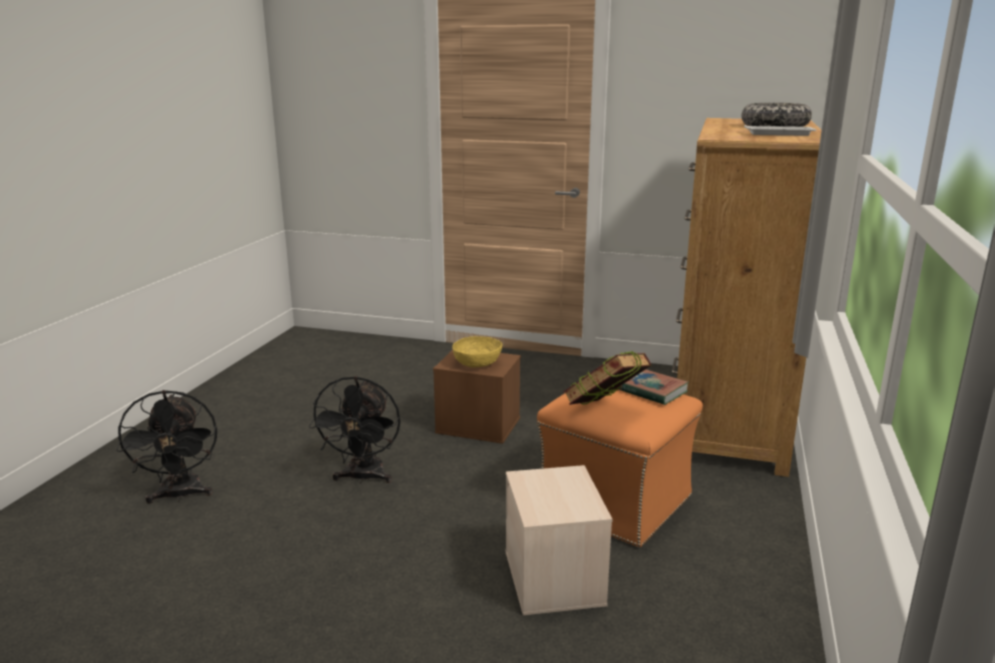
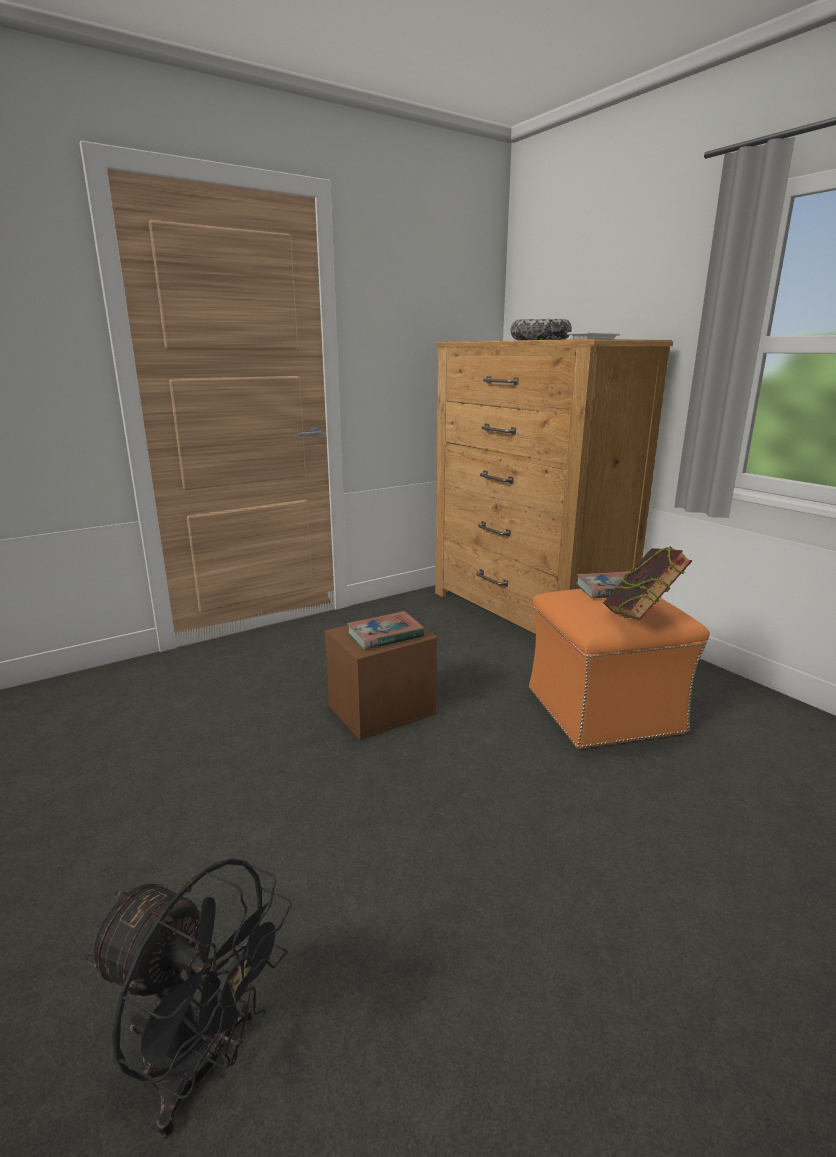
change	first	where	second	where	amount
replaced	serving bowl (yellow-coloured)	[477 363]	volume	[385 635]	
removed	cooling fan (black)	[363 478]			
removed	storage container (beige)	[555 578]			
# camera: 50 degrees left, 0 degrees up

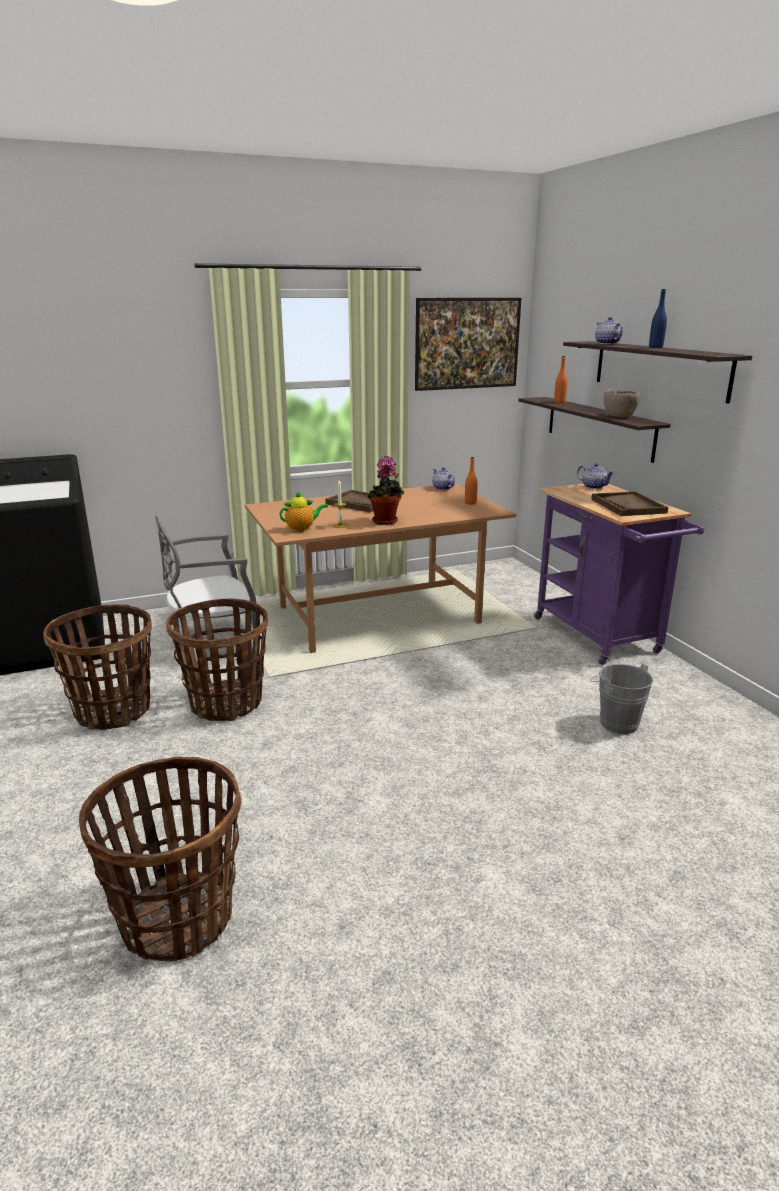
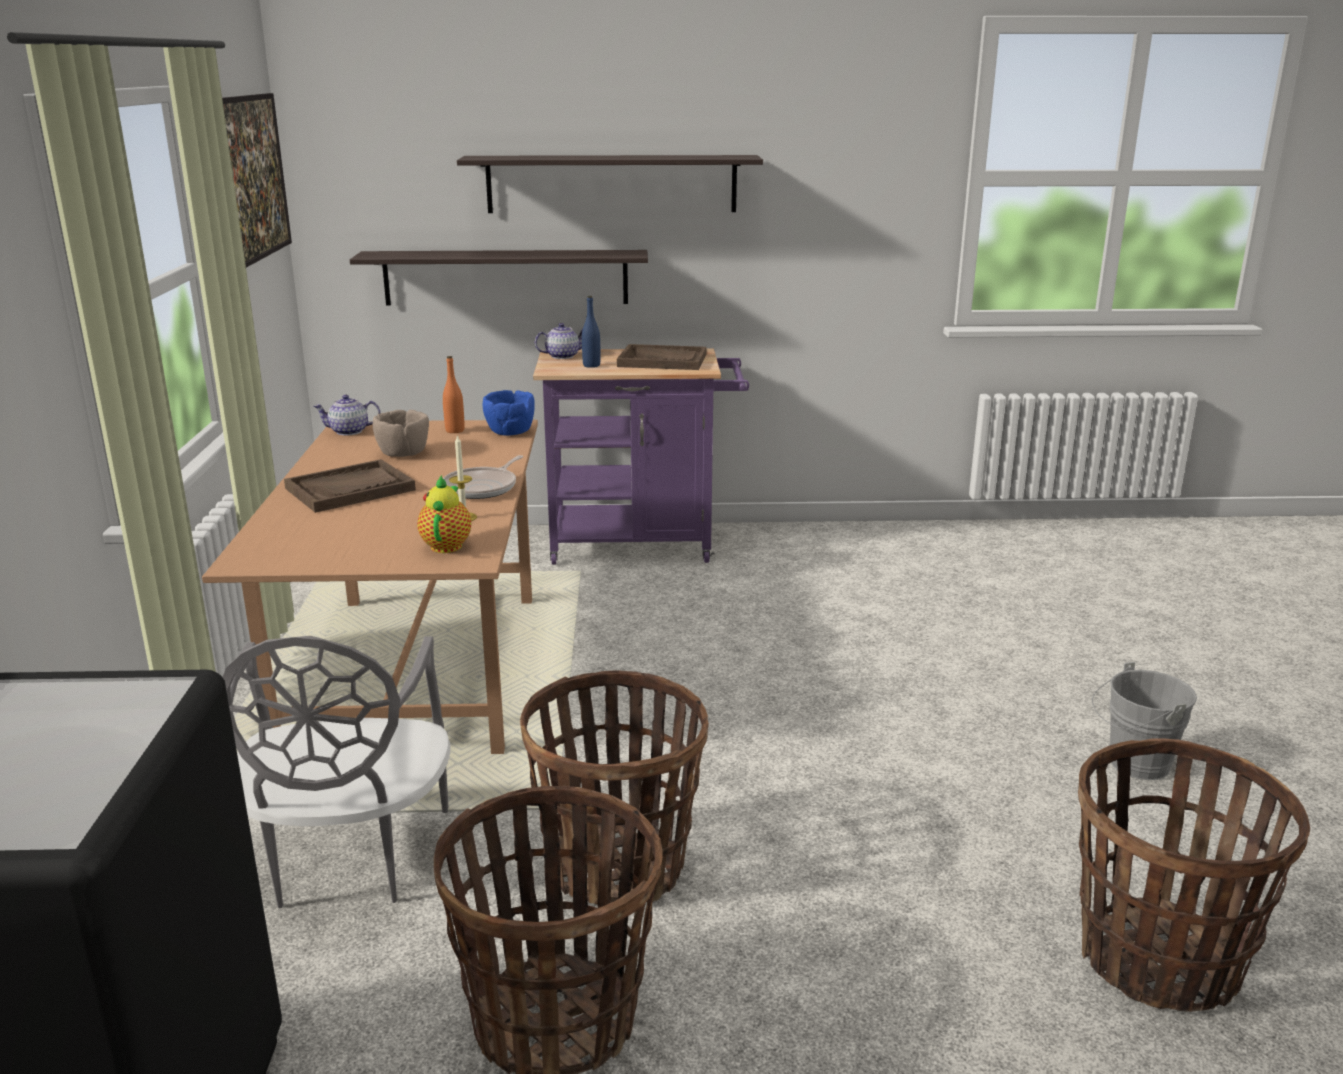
change	first	where	second	where	amount
moved	serving bowl (brown)	[619 416]		[404 453]	
replaced	houseplant	[386 522]	pan	[483 488]	
added			serving bowl (bluish)	[510 431]	
moved	beverage bottle (bluish)	[655 347]		[591 365]	
moved	pail (greyish)	[615 722]		[1133 764]	
removed	beverage bottle (orange)	[559 402]			
removed	pot for tea	[607 343]			
# camera: 70 degrees left, 0 degrees up

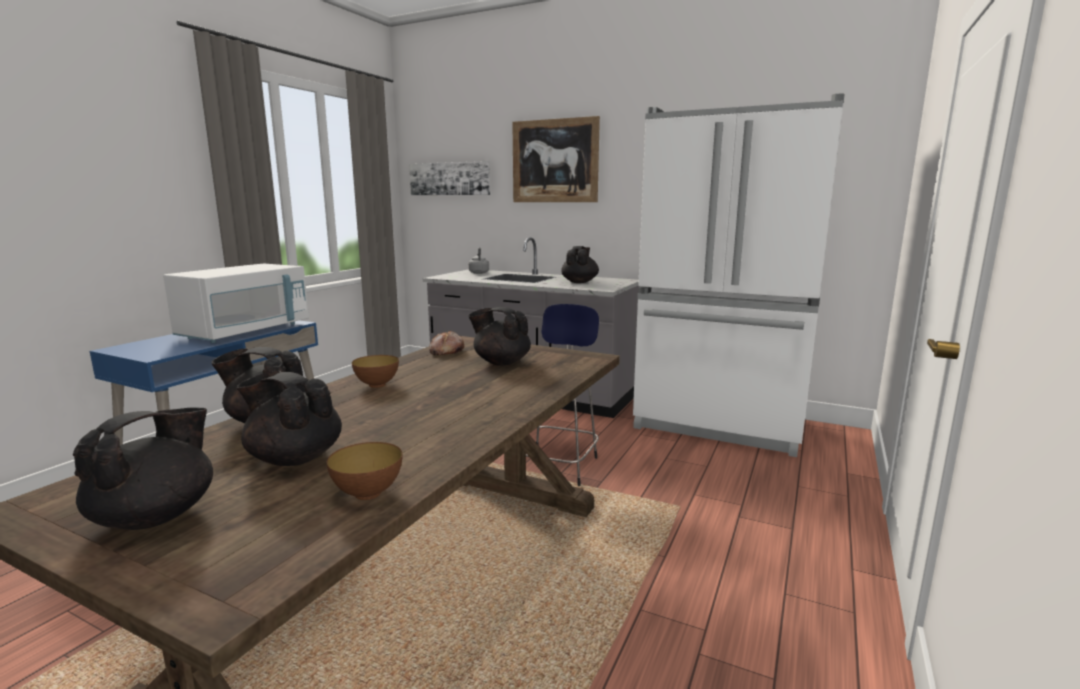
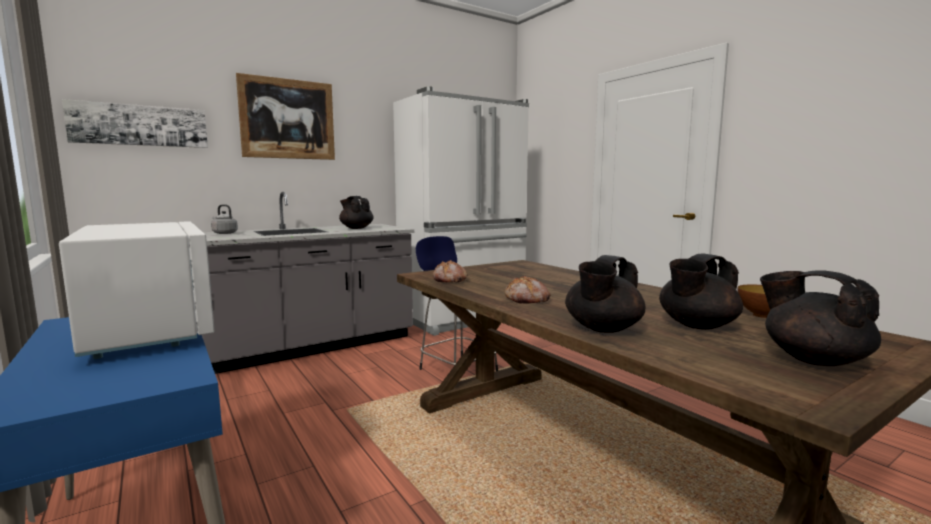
change	first	where	second	where	amount
replaced	serving bowl	[377 385]	bread	[527 300]	
removed	pot for tea (black)	[501 362]			
# camera: 60 degrees left, 5 degrees down

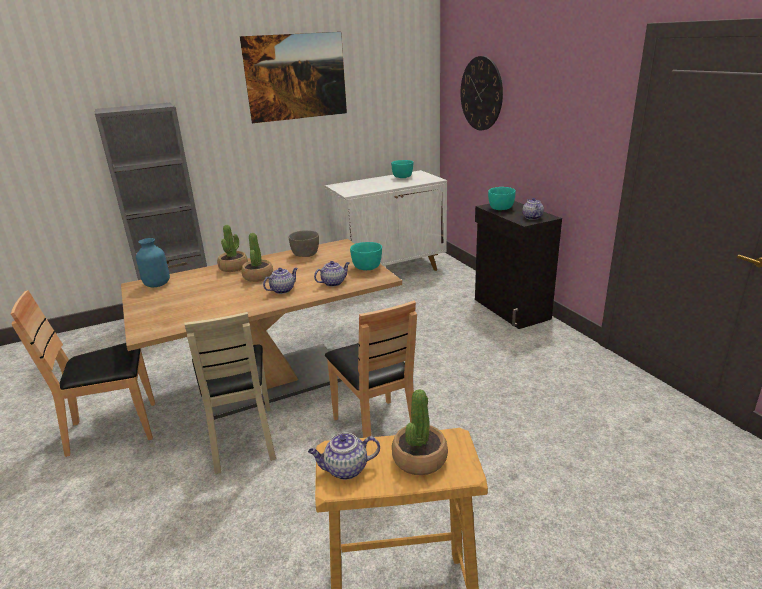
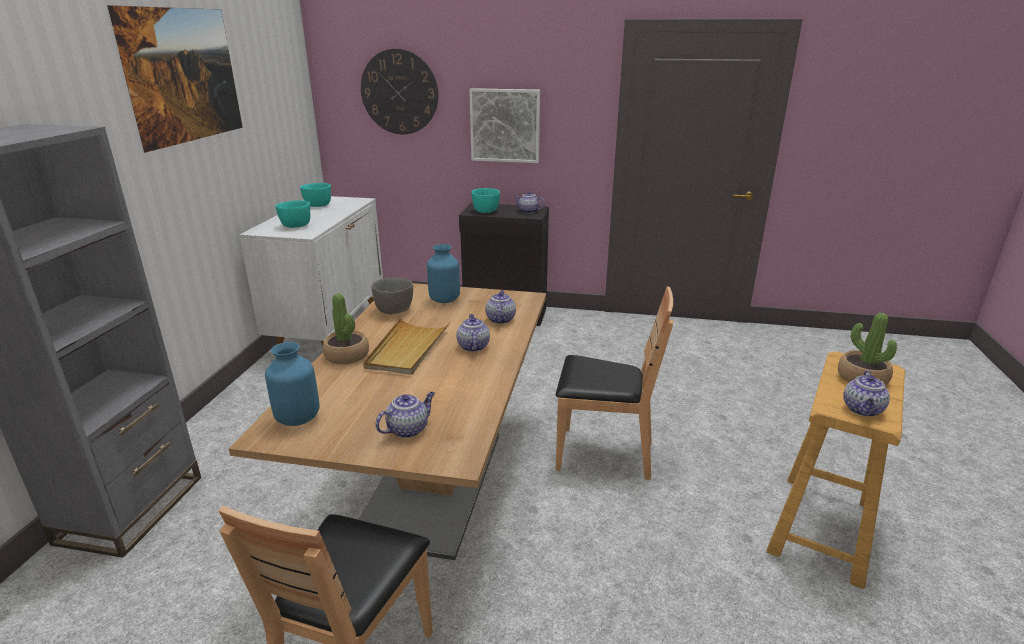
change	first	where	second	where	amount
moved	serving bowl (turquoise-coloured)	[367 267]		[295 226]	
replaced	houseplant	[258 276]	carrying tray (beige)	[407 349]	
added			pot for tea	[408 429]	
added			flower vase (bluish)	[444 299]	
added			wall picture	[505 125]	
removed	chair (beige)	[242 438]			
# camera: 55 degrees left, 0 degrees up

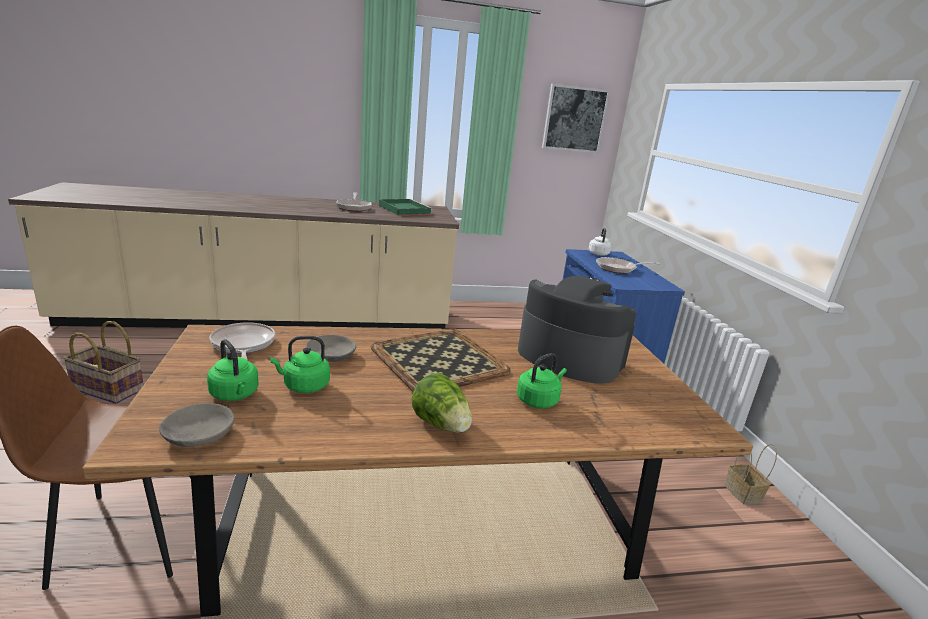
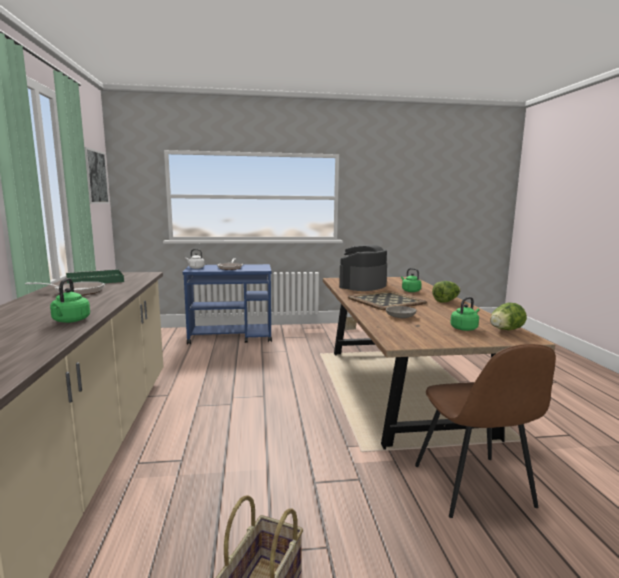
change	first	where	second	where	amount
moved	water kettle (greenish)	[304 386]		[70 321]	
replaced	serving bowl (greyish)	[198 434]	head of lettuce	[505 330]	
removed	pan	[243 345]			
# camera: 85 degrees left, 10 degrees down

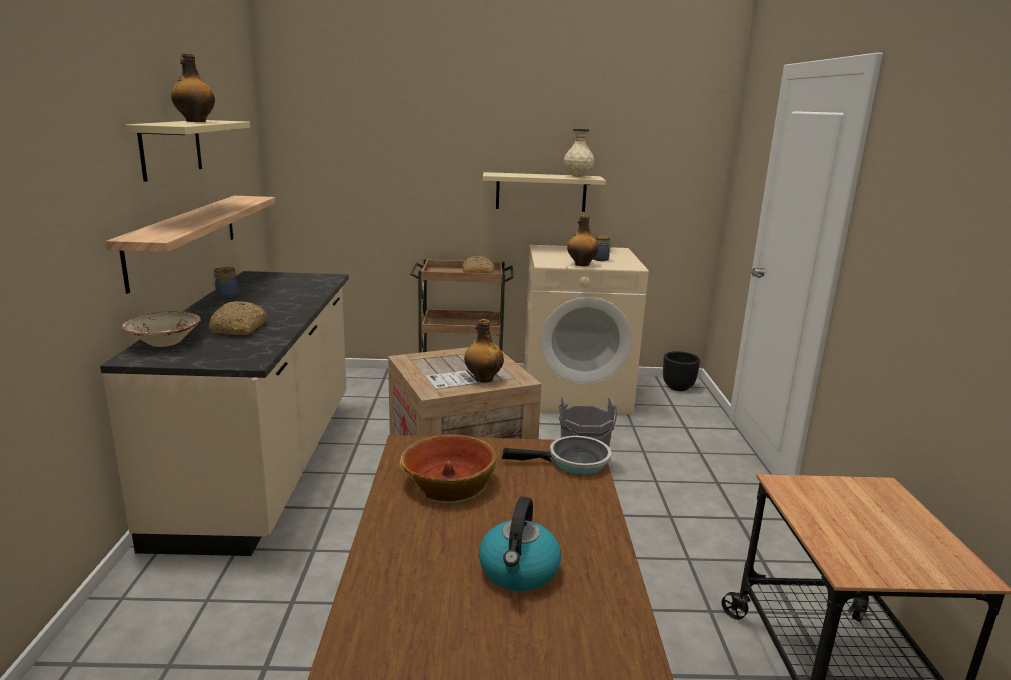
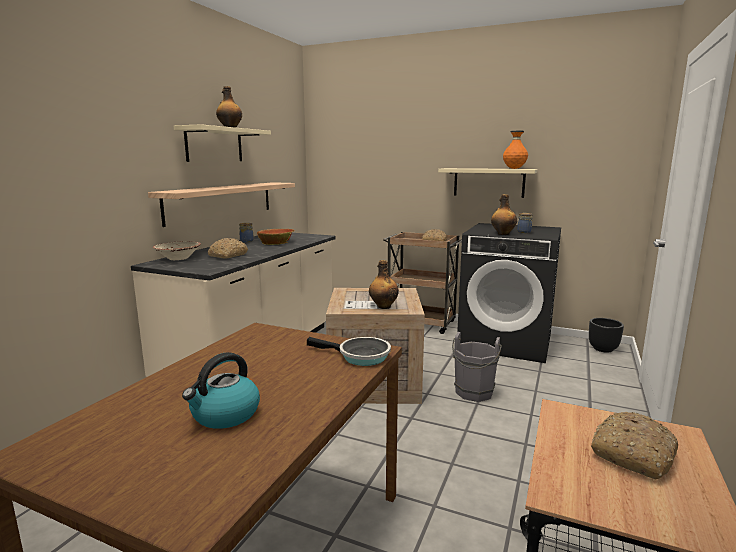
change	first	where	second	where	amount
moved	serving bowl	[448 481]		[276 242]	
recoloured	washing machine (beige)	[575 393]	washing machine (black)	[506 342]	
recoloured	flower vase (beige)	[577 177]	flower vase (orange)	[514 168]	
added			bread	[632 453]	
# camera: 25 degrees right, 5 degrees down

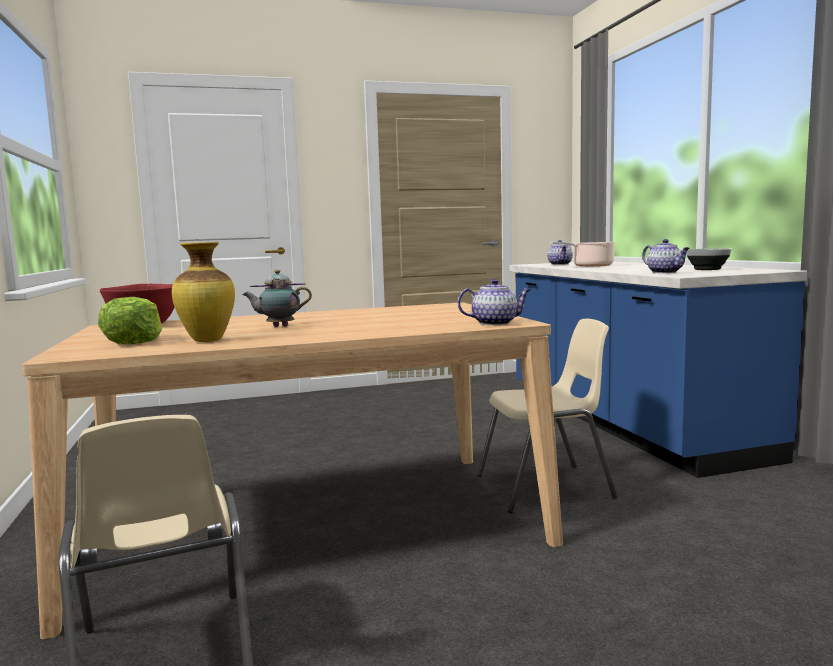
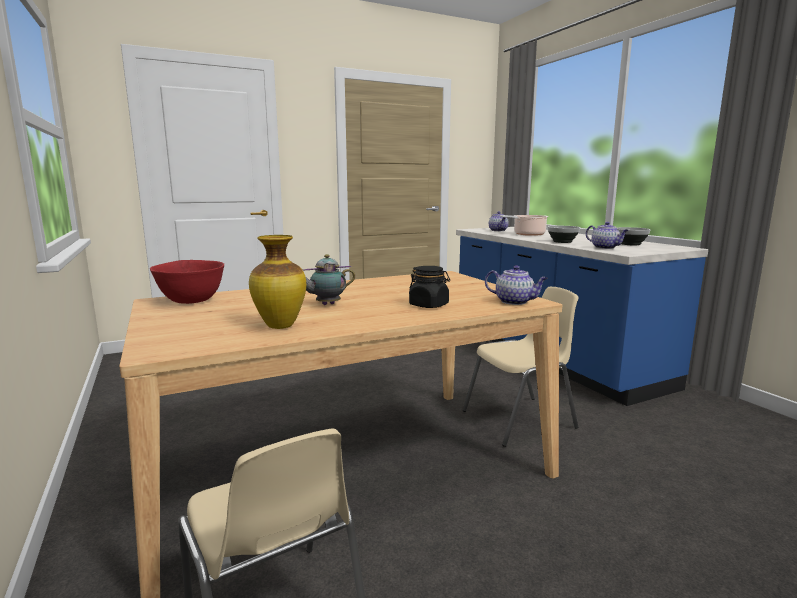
change	first	where	second	where	amount
added			jar (black)	[429 305]	
turned	pot for tea	[495 323]		[515 302]	45 degrees clockwise
added			serving bowl	[563 242]	
removed	head of lettuce	[135 342]			
# camera: 10 degrees left, 5 degrees up

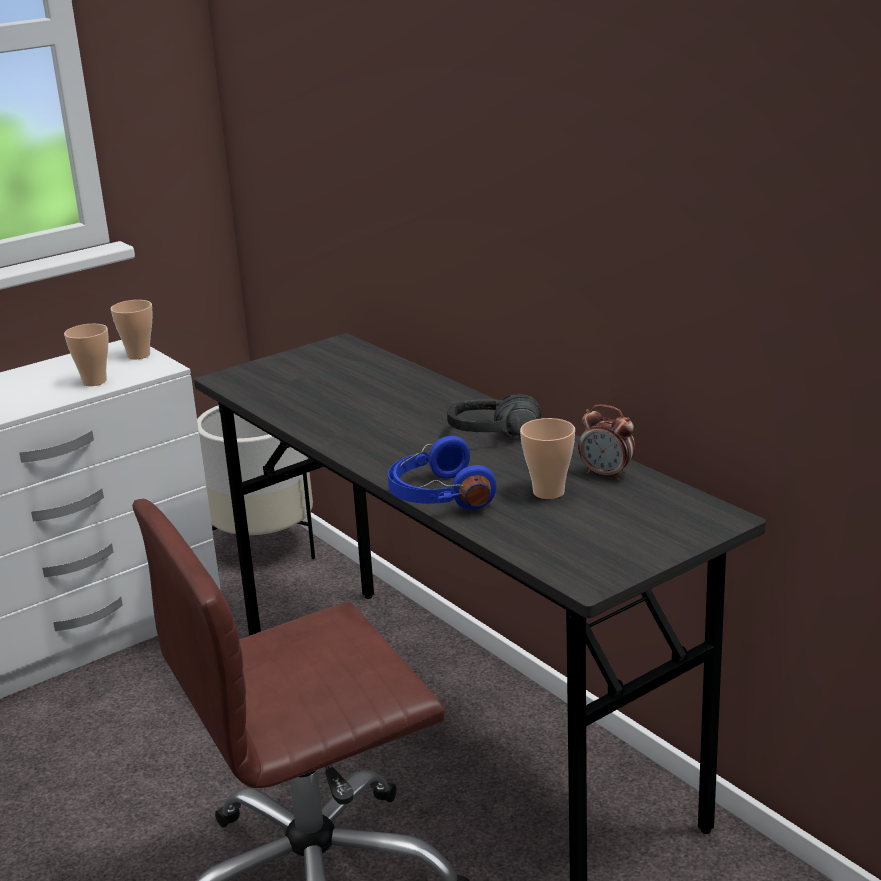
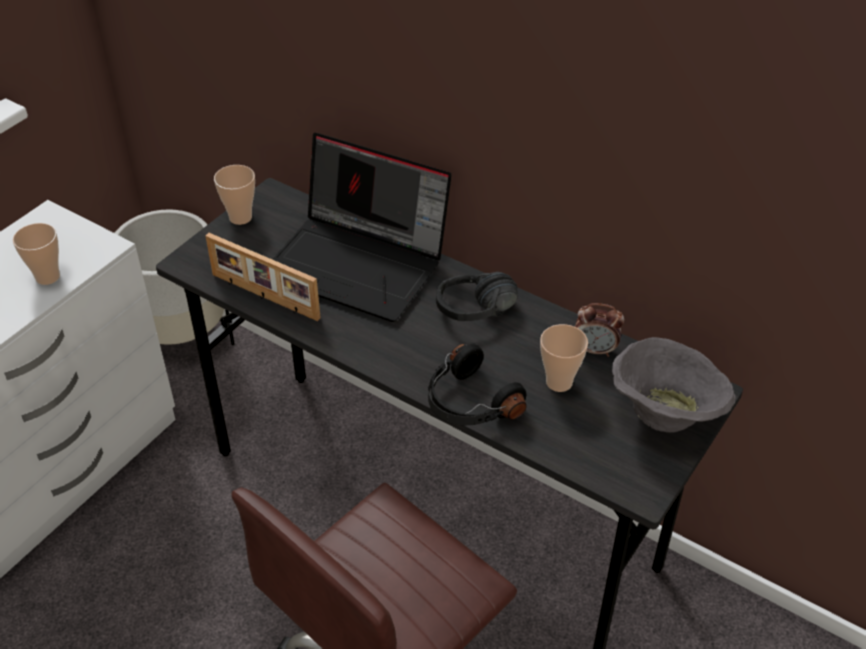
change	first	where	second	where	amount
added			photo frame	[264 297]	
moved	cup	[138 355]		[240 217]	
added			laptop	[360 263]	
recoloured	headphones (bluish)	[438 496]	headphones (black)	[469 403]	
added			serving bowl (greyish)	[665 412]	
# camera: 20 degrees left, 20 degrees up

